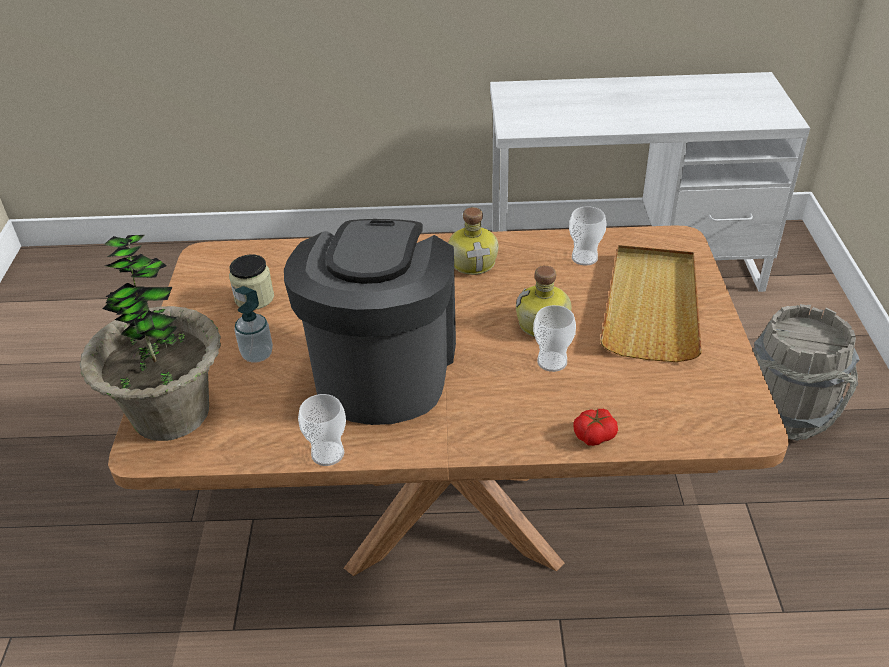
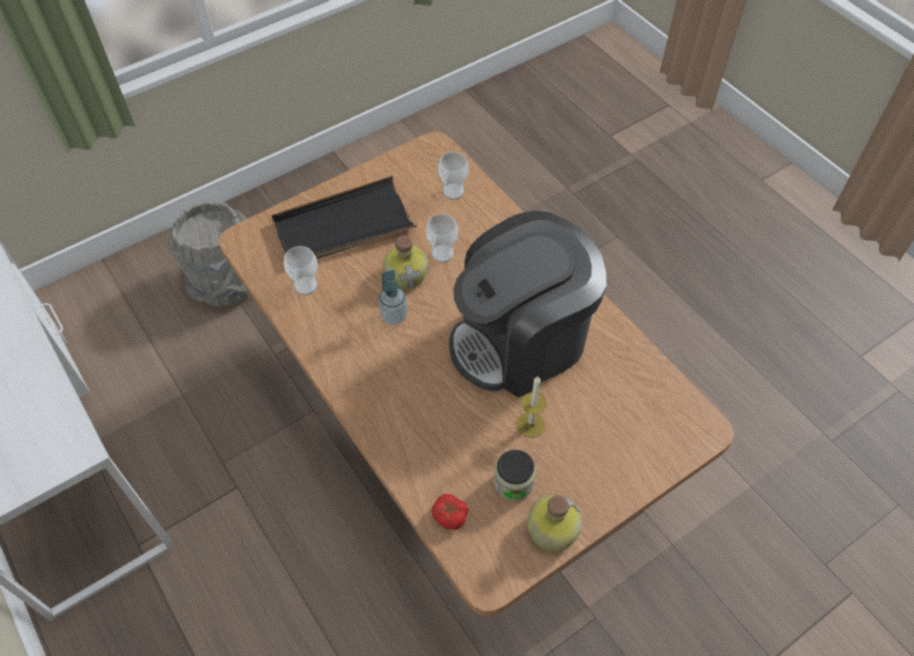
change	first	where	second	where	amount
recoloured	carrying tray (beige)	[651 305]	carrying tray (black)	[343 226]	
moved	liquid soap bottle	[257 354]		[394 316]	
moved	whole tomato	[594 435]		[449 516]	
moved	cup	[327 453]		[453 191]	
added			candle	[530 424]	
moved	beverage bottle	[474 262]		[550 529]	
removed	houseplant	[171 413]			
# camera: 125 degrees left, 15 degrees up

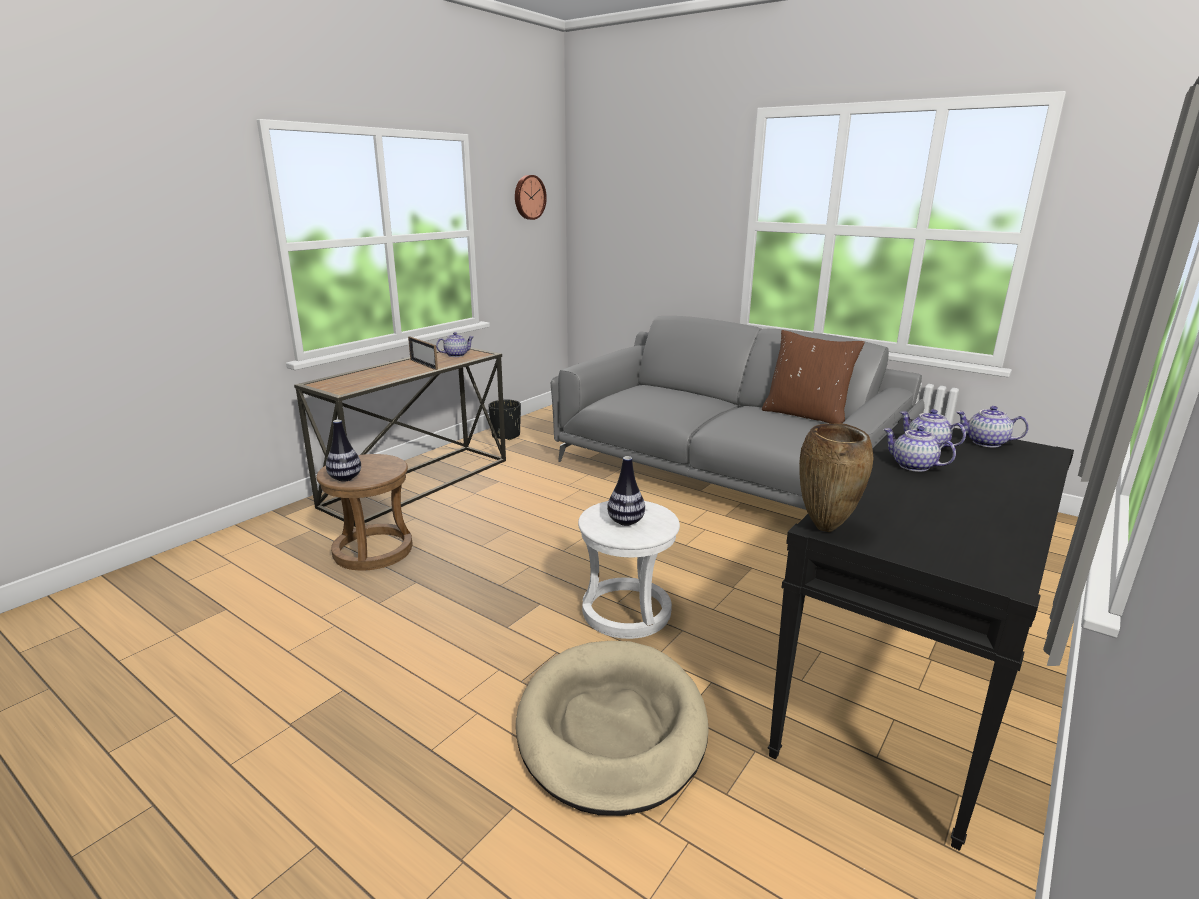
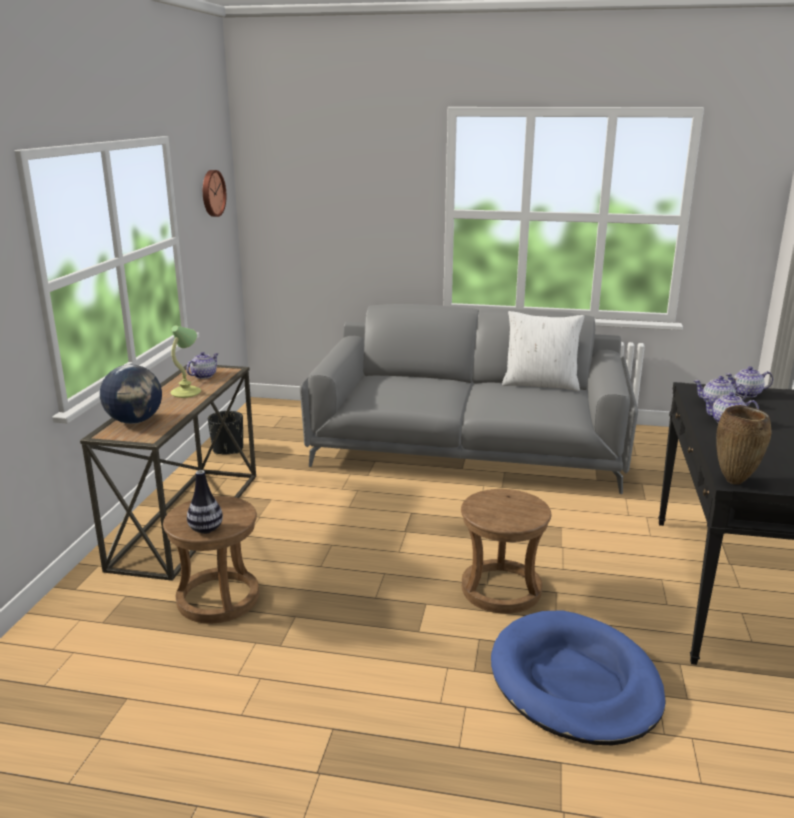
change	first	where	second	where	amount
added			globe	[135 421]	
replaced	photo frame	[423 365]	lamp for a table	[187 392]	
recoloured	stool seat (white-coloured)	[626 612]	stool seat (brown)	[501 590]	
recoloured	dog bed (beige)	[611 728]	dog bed (bluish)	[574 682]	
recoloured	pillow (brown)	[806 415]	pillow (white-coloured)	[540 384]	
removed	flower vase	[625 522]			
# camera: 25 degrees left, 0 degrees up

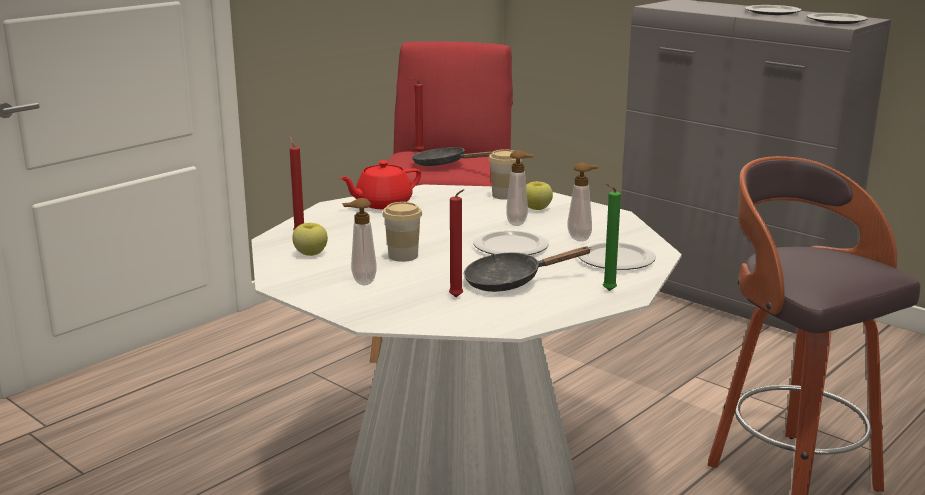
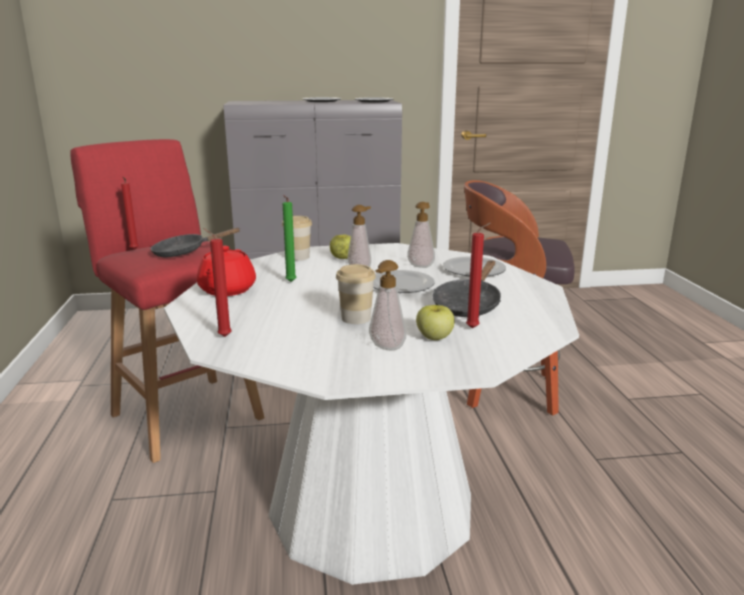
change	first	where	second	where	amount
moved	candle (greenish)	[607 291]		[290 282]	
moved	whole apple	[310 253]		[434 337]	
# camera: 50 degrees left, 0 degrees up

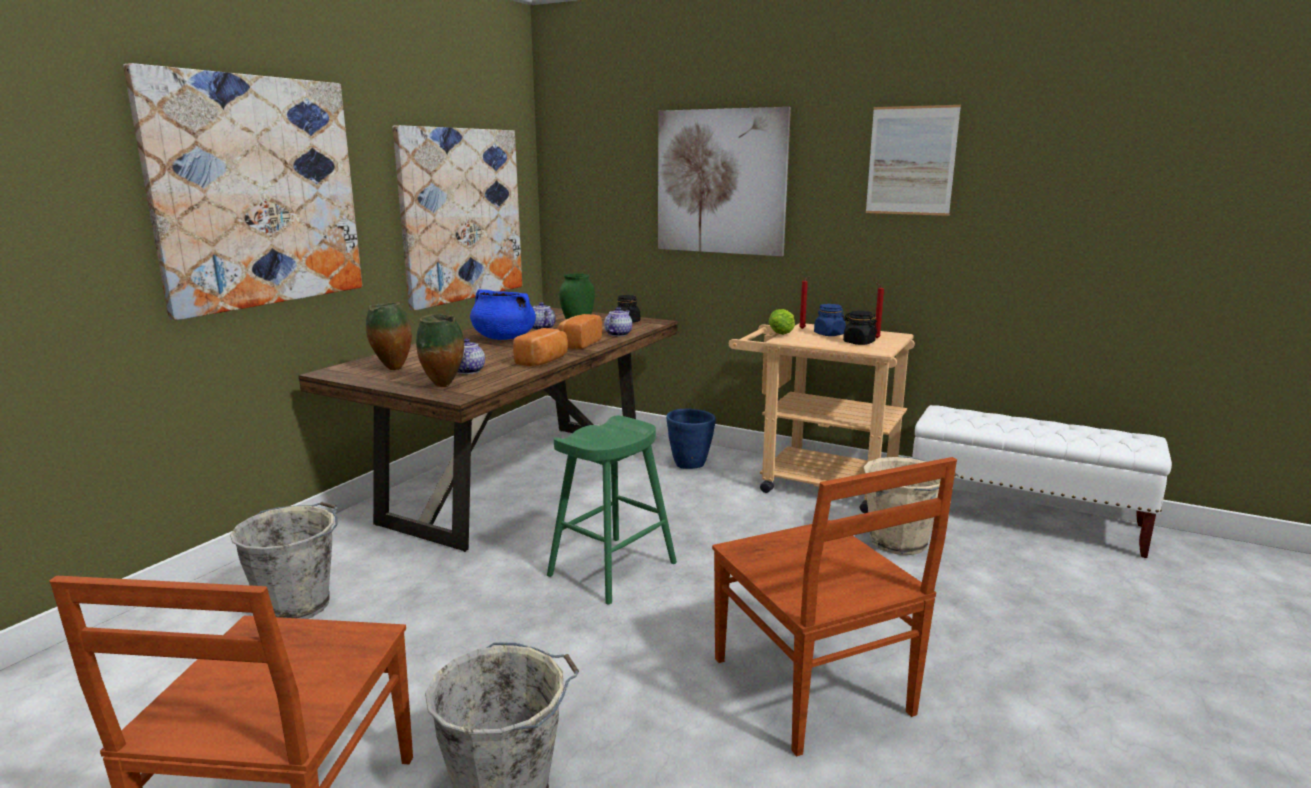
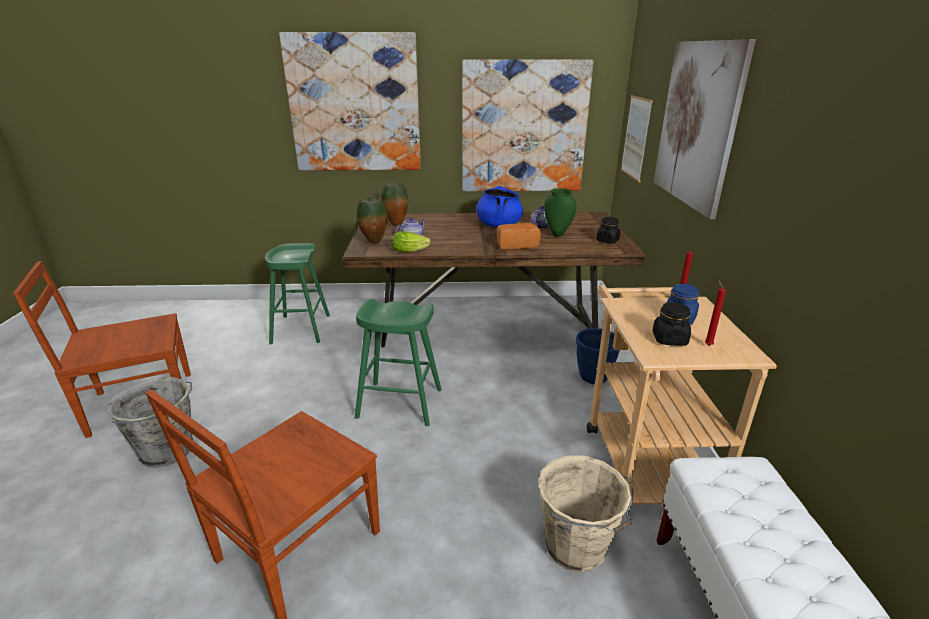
change	first	where	second	where	amount
replaced	pail (greyish)	[298 605]	stool seat (greenish)	[301 329]	
moved	head of lettuce	[783 332]		[412 251]	
moved	wall picture	[911 161]		[636 138]	
removed	bread	[543 361]			
removed	pot for tea	[618 334]			
# camera: 60 degrees right, 10 degrees up

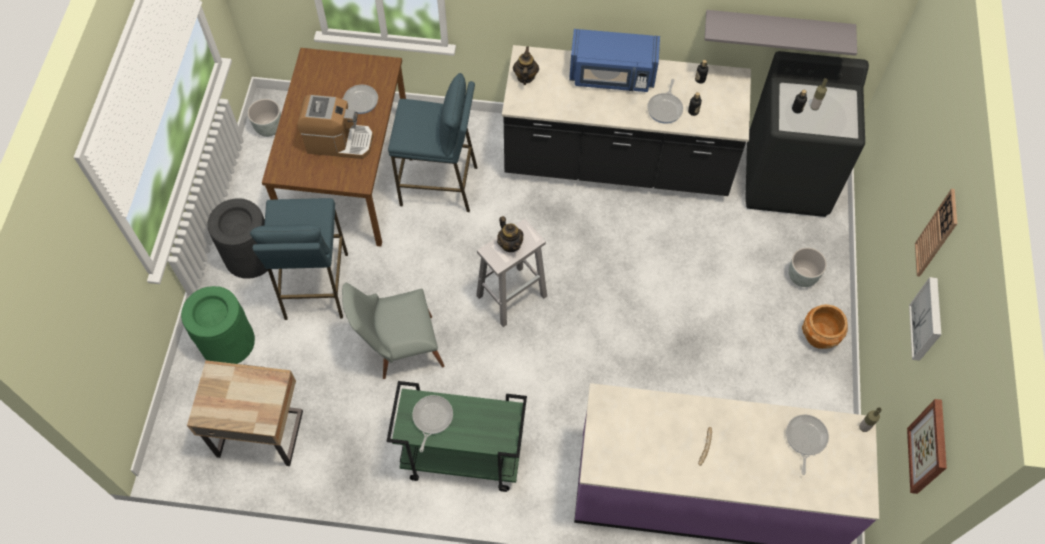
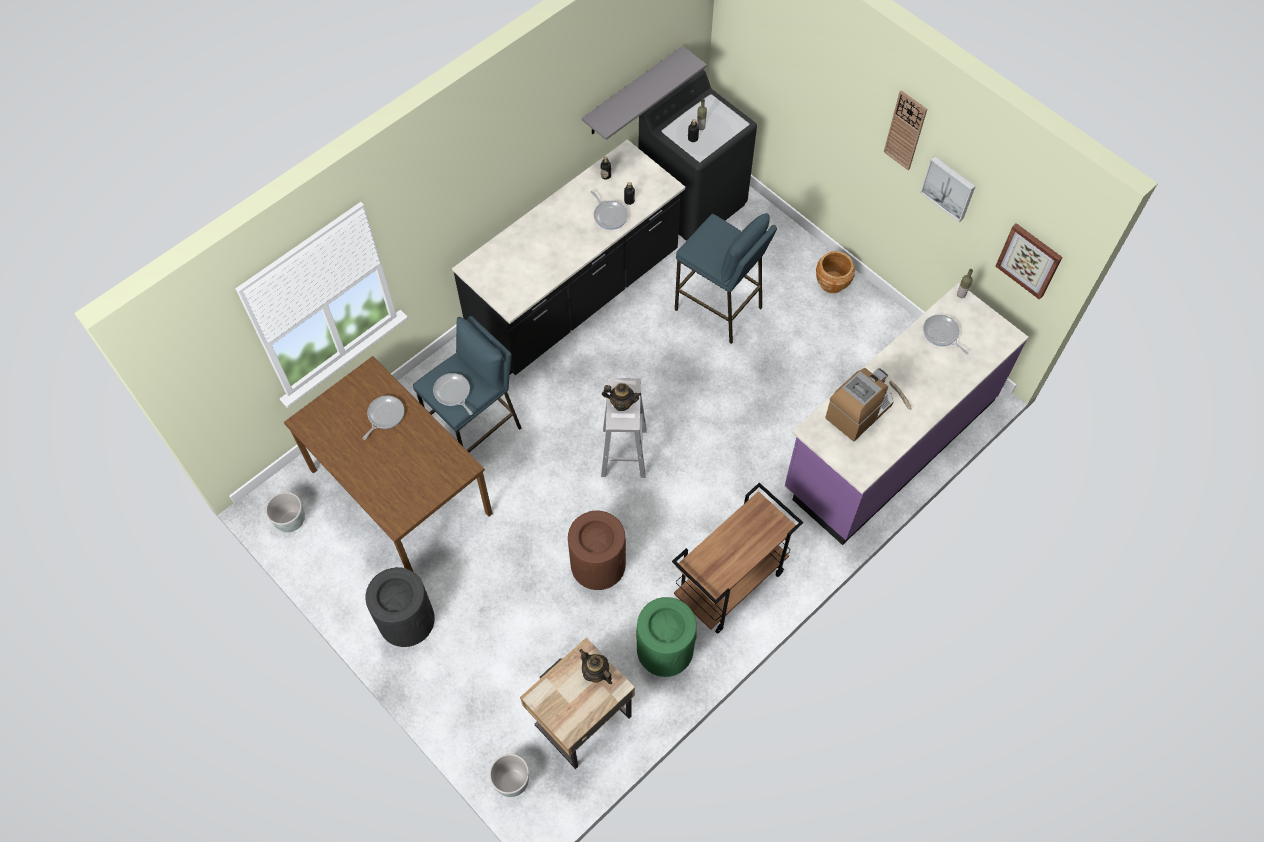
change	first	where	second	where	amount
moved	pan	[431 418]		[453 393]	
moved	flower pot (greyish)	[802 277]		[512 781]	
replaced	chair (greyish)	[399 348]	rubbish bin (brown)	[597 564]	
moved	pot for tea	[525 77]		[595 673]	
moved	rubbish bin (greenish)	[227 342]		[664 649]	
recoloured	wheeled cart (greenish)	[461 458]	wheeled cart (brown)	[729 585]	
moved	stool seat (bluish)	[315 286]		[719 308]	
moved	coffee brewer	[339 141]		[859 411]	
removed	microwave (bluish)	[612 76]			
# camera: 50 degrees left, 0 degrees up

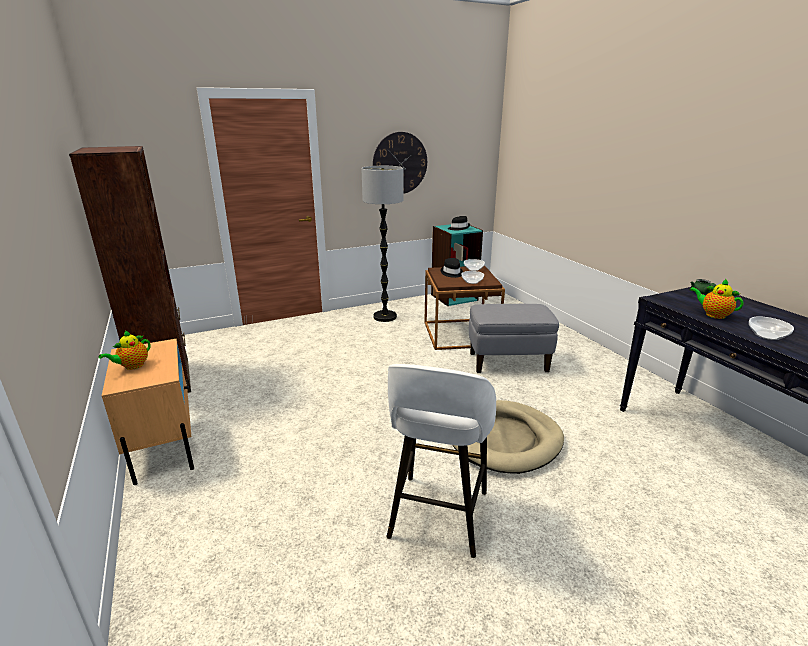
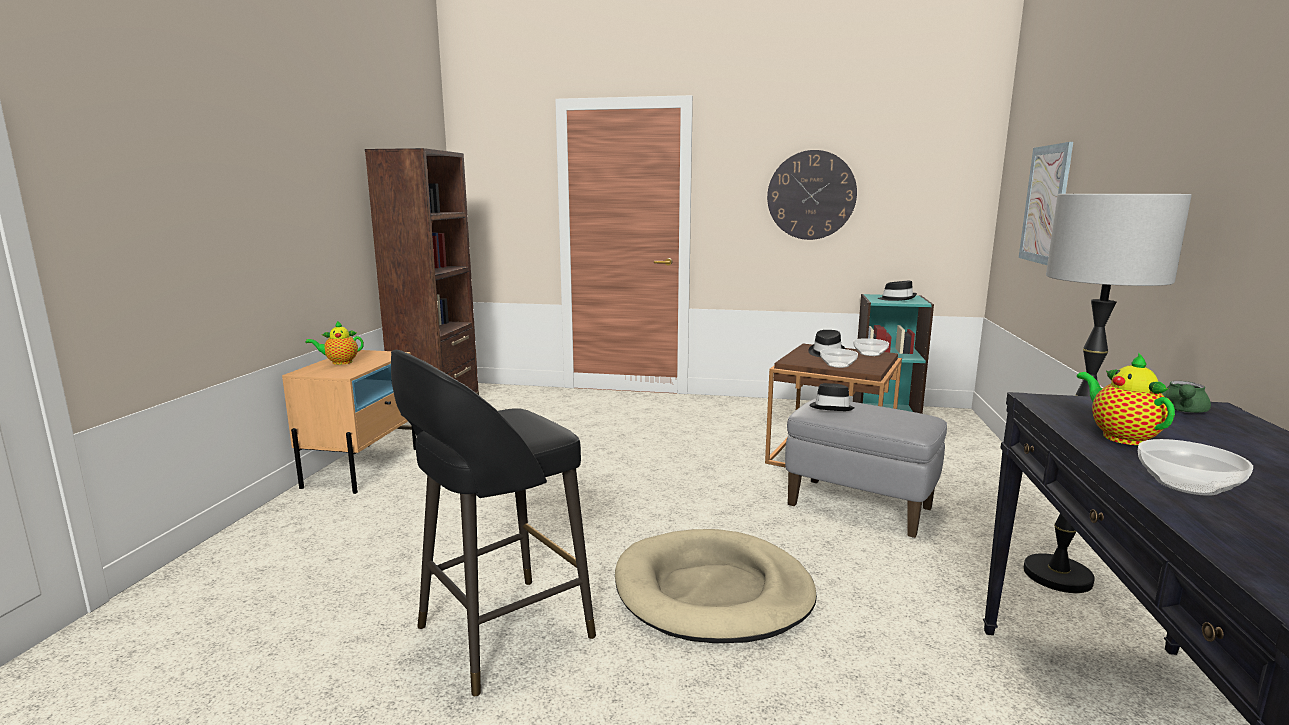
change	first	where	second	where	amount
recoloured	stool seat (white-coloured)	[437 517]	stool seat (black)	[499 634]	
added			clothing hat (black)	[831 407]	
added			wall picture	[1045 204]	
moved	standard lamp	[384 317]		[1057 575]	
# camera: 35 degrees right, 10 degrees down

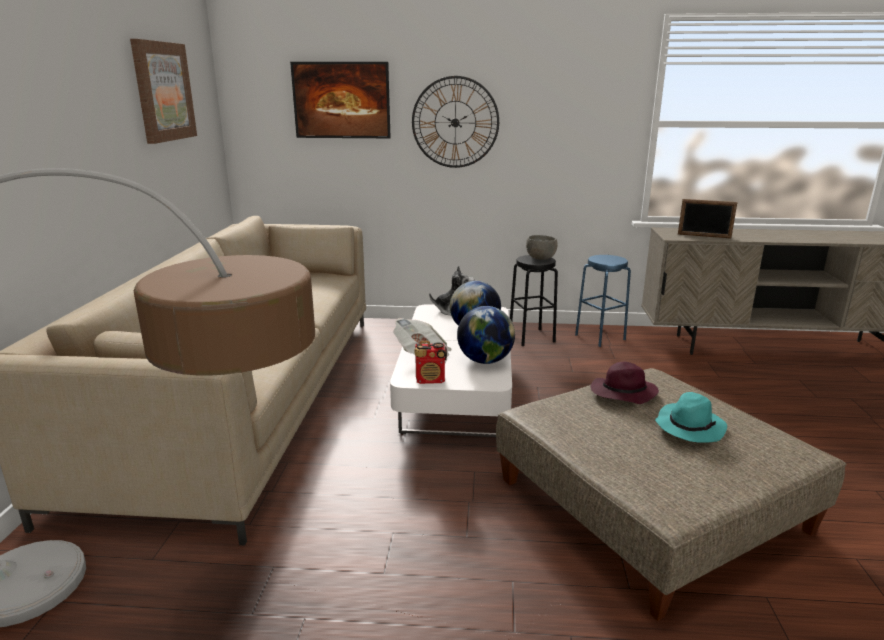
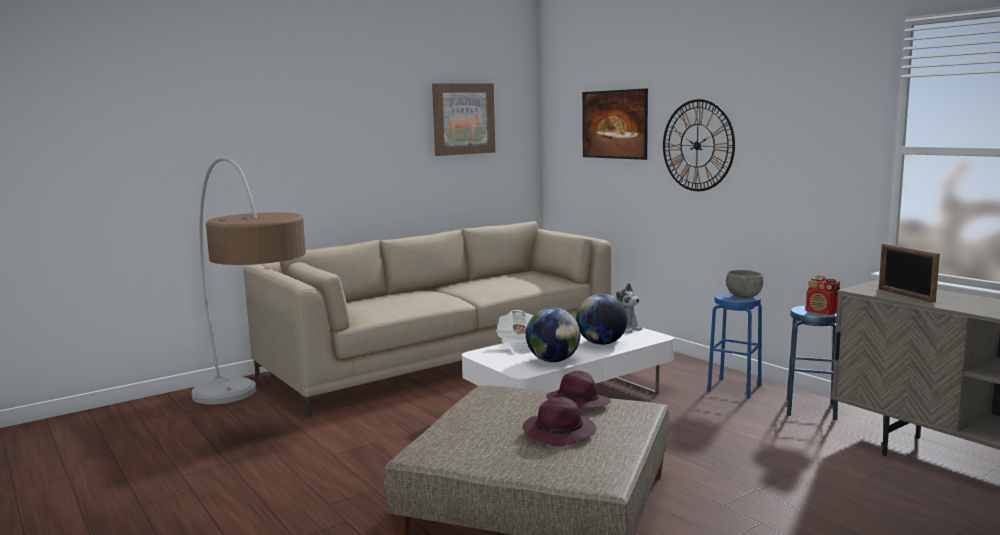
change	first	where	second	where	amount
recoloured	clothing hat (turquoise-coloured)	[689 426]	clothing hat (purplish)	[560 433]	
recoloured	stool seat (black)	[531 337]	stool seat (bluish)	[734 388]	
moved	radio set	[431 380]		[822 312]	
# camera: 50 degrees right, 10 degrees down

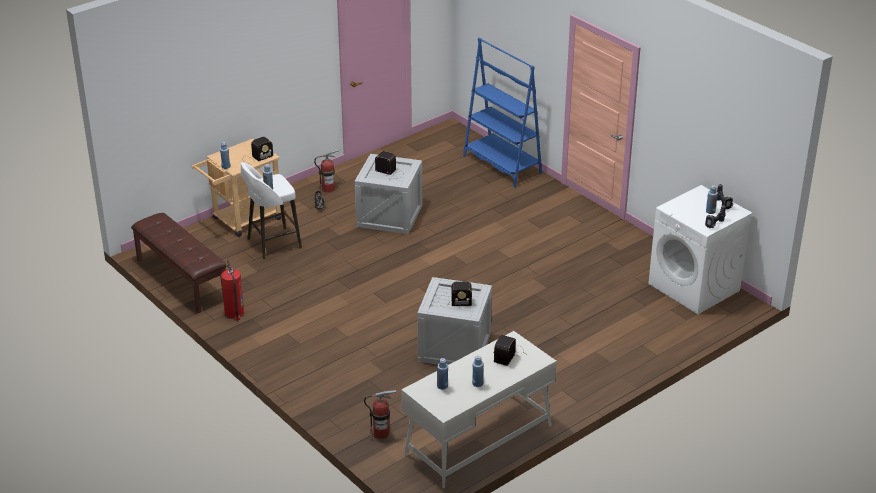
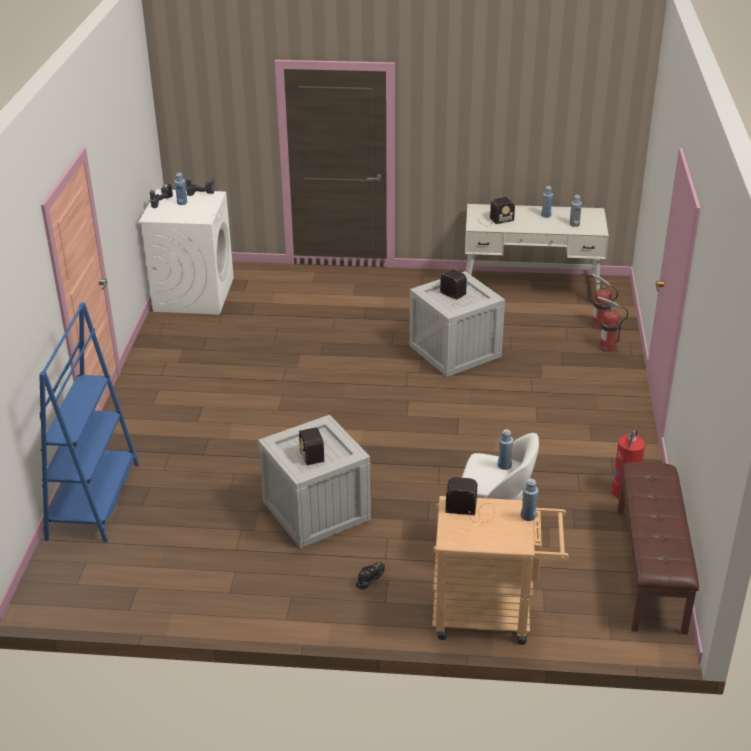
change	first	where	second	where	amount
moved	fire extinguisher	[328 189]		[607 347]	
# camera: 135 degrees left, 0 degrees up

